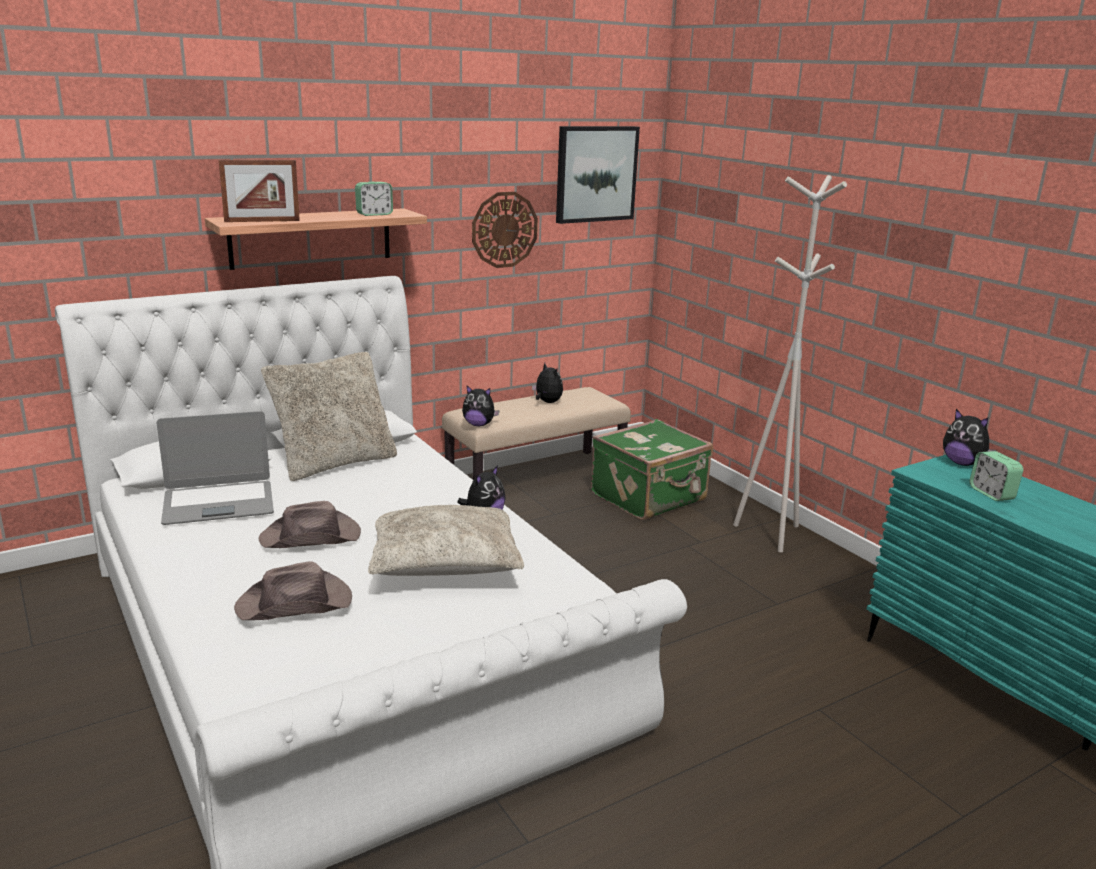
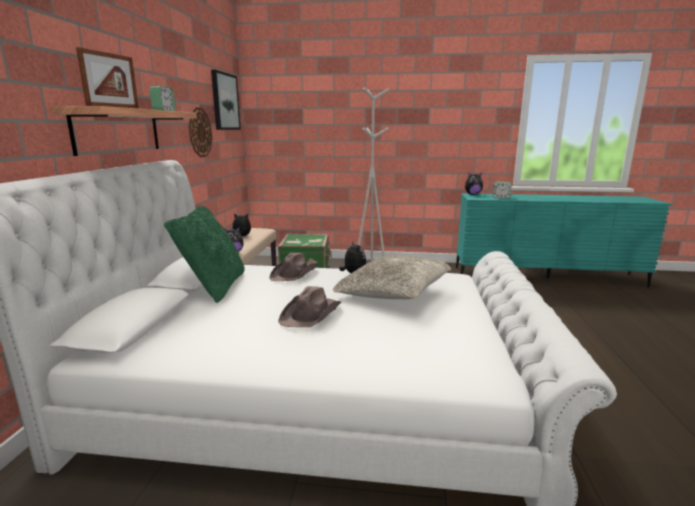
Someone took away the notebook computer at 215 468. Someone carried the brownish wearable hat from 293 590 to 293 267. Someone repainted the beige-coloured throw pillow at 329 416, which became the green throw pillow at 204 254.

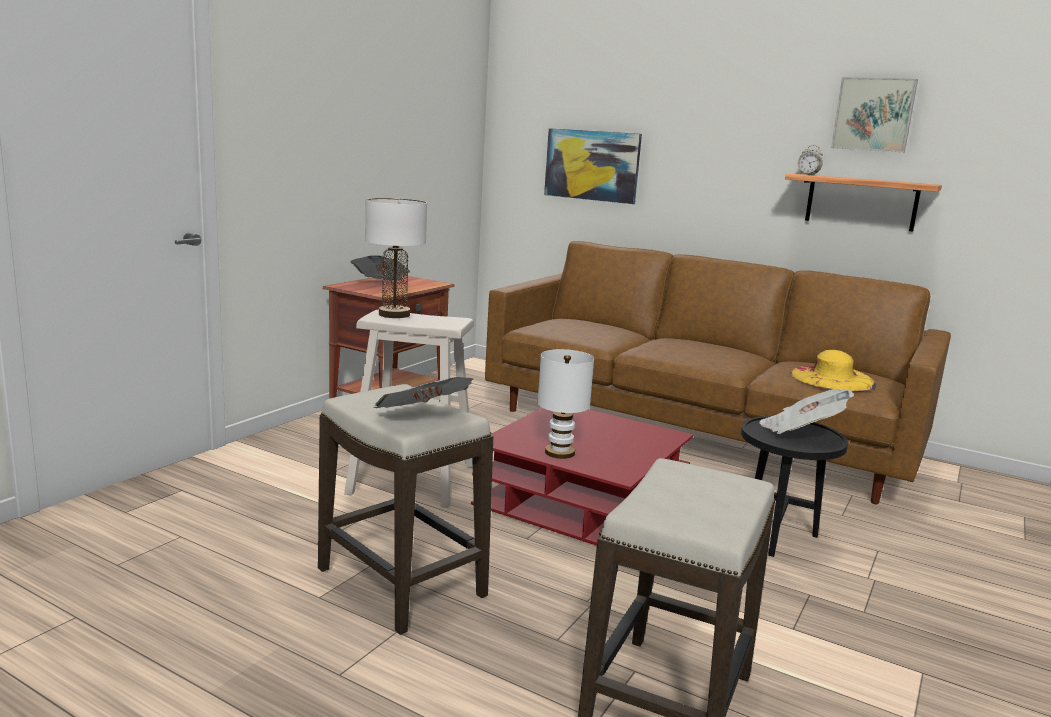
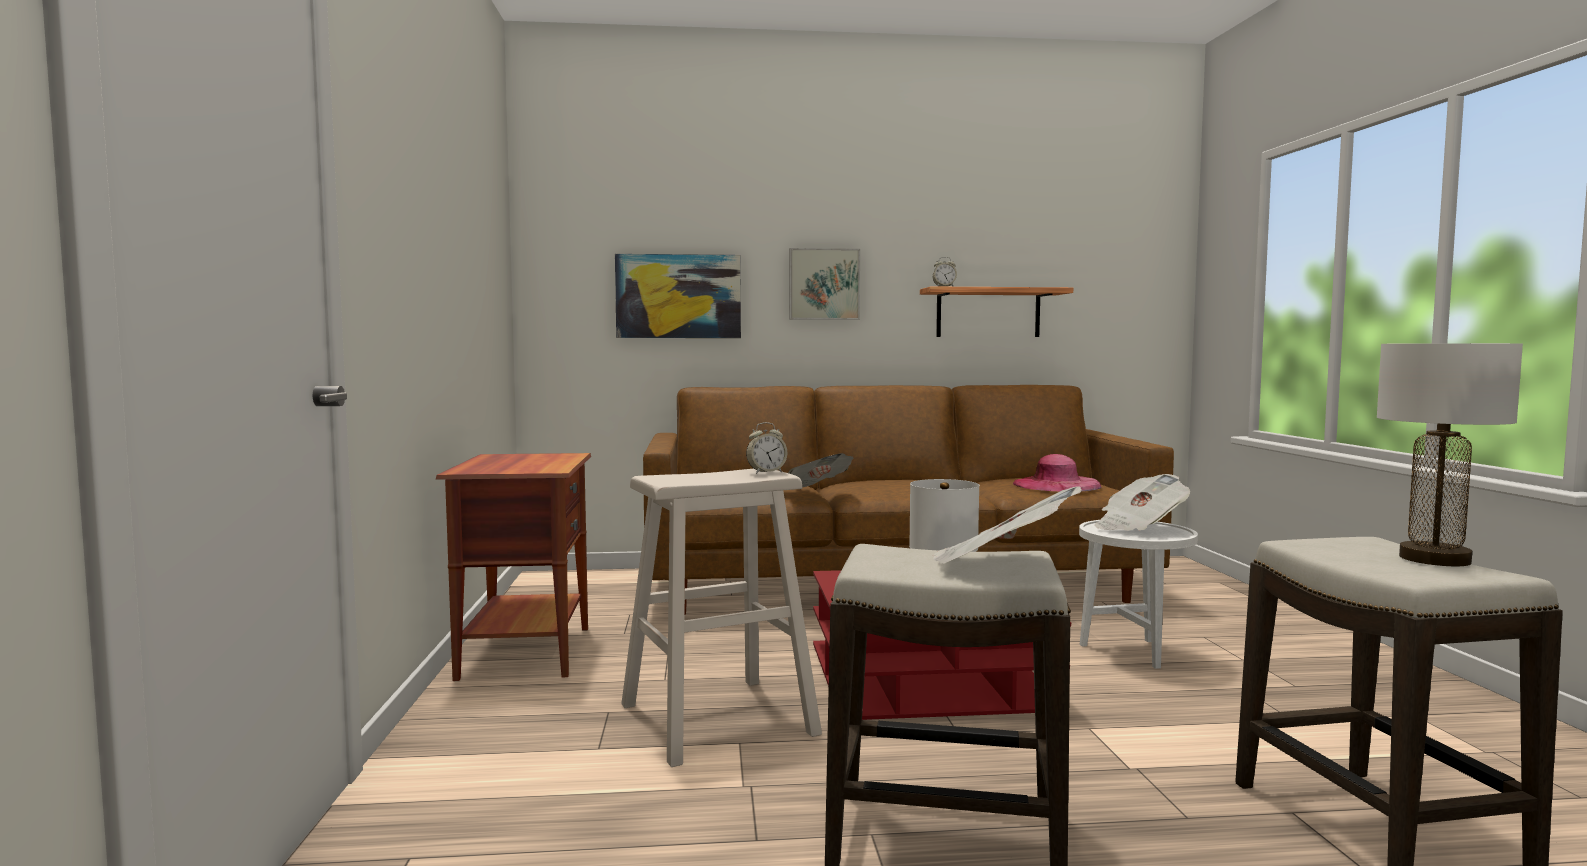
Someone carried the daily paper from 380 268 to 821 470. Someone carried the table lamp from 396 258 to 1450 454. Someone repainted the blackish side table at 794 486, which became the white side table at 1138 594. Someone repainted the yellow-coloured wearable hat at 833 370, which became the pinkish wearable hat at 1057 472. Someone carried the wall picture from 874 114 to 824 284. Someone put down the table clock at 766 448.

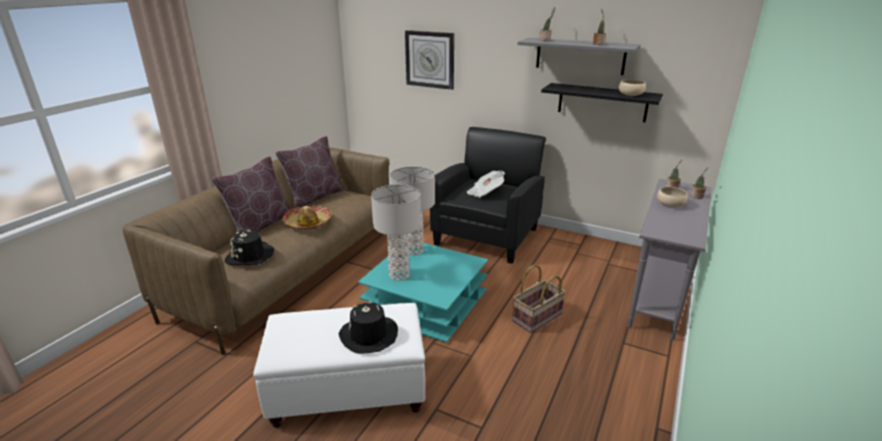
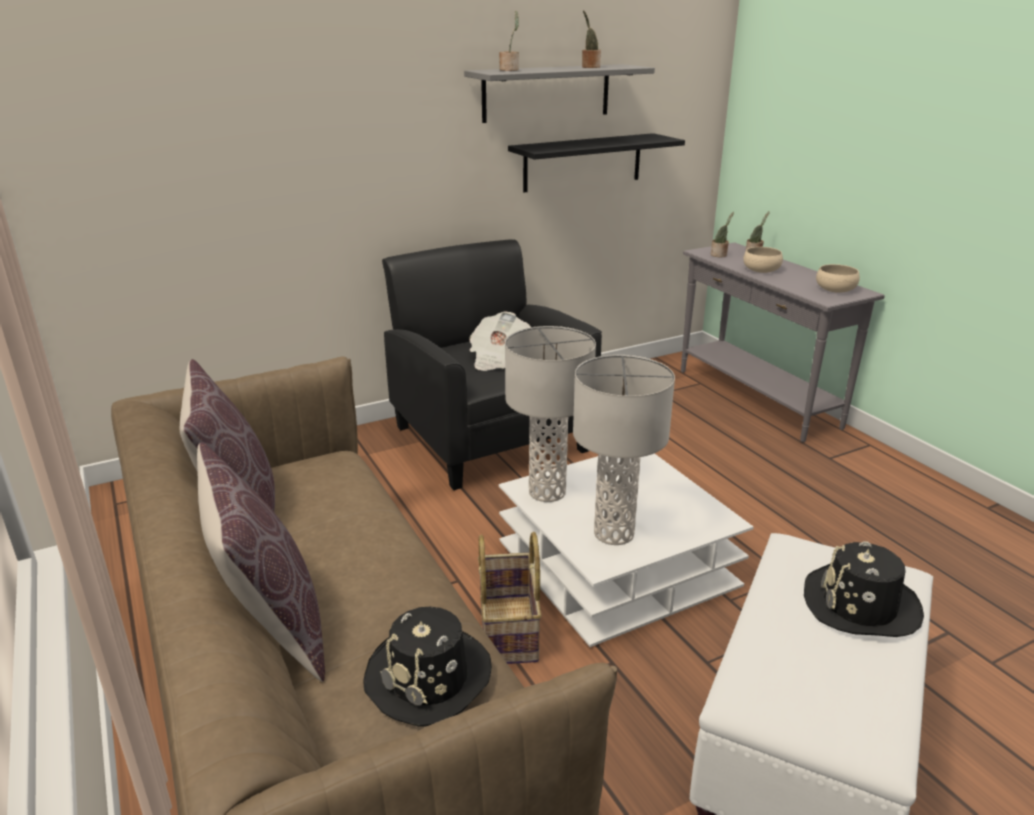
Someone took away the wearable hat at 306 218. Someone repainted the turquoise coffee table at 423 291, which became the white coffee table at 626 550. Someone took away the wall clock at 429 60. Someone carried the household basket from 539 299 to 510 598. Someone carried the beige-coloured bowl from 632 87 to 838 278.

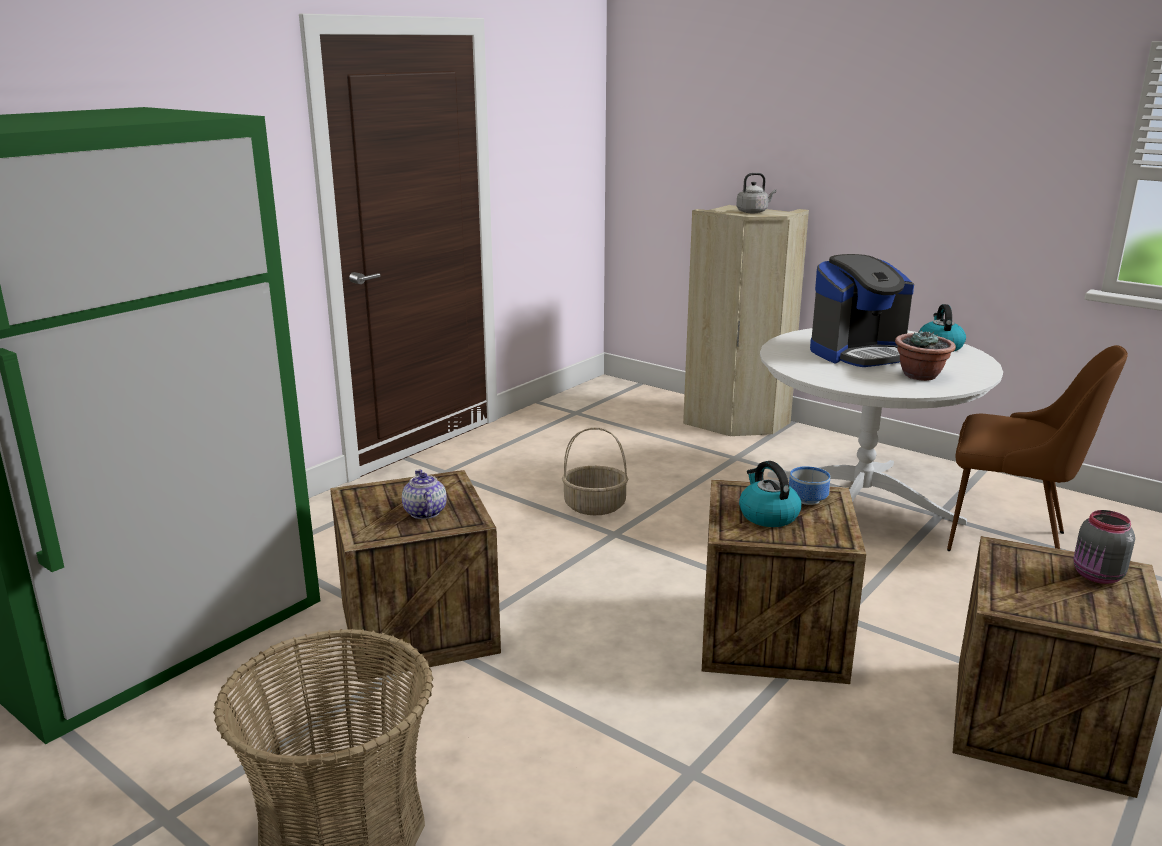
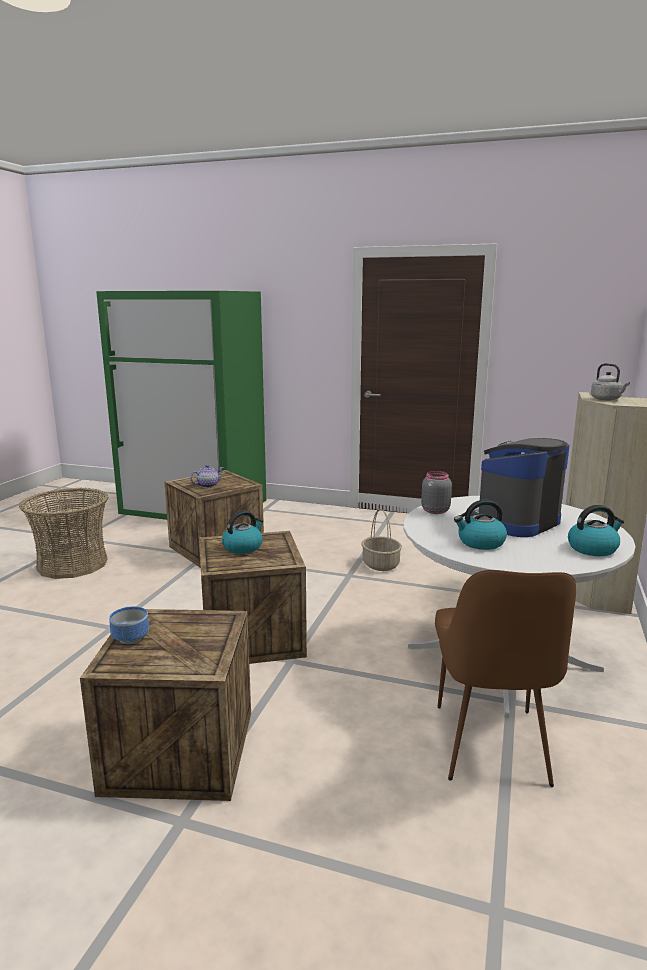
Someone carried the bowl from 809 485 to 129 625. Someone rotated the coffee machine at 862 310 by 90 degrees clockwise. Someone swapped the potted plant at 925 355 for the tea kettle at 480 525. Someone carried the gray storage jar from 1104 547 to 436 492.

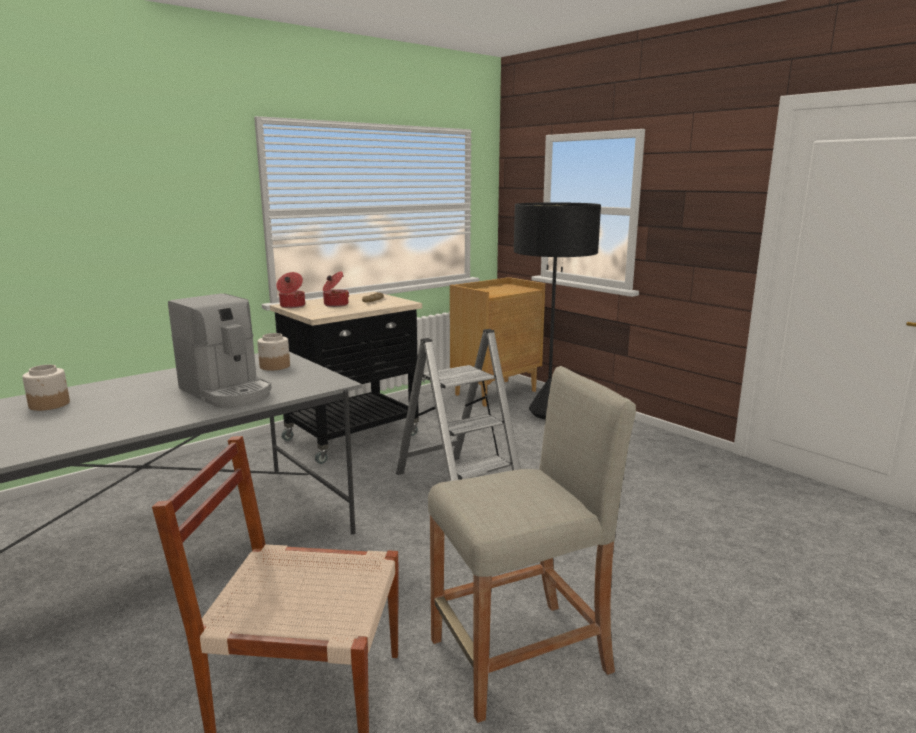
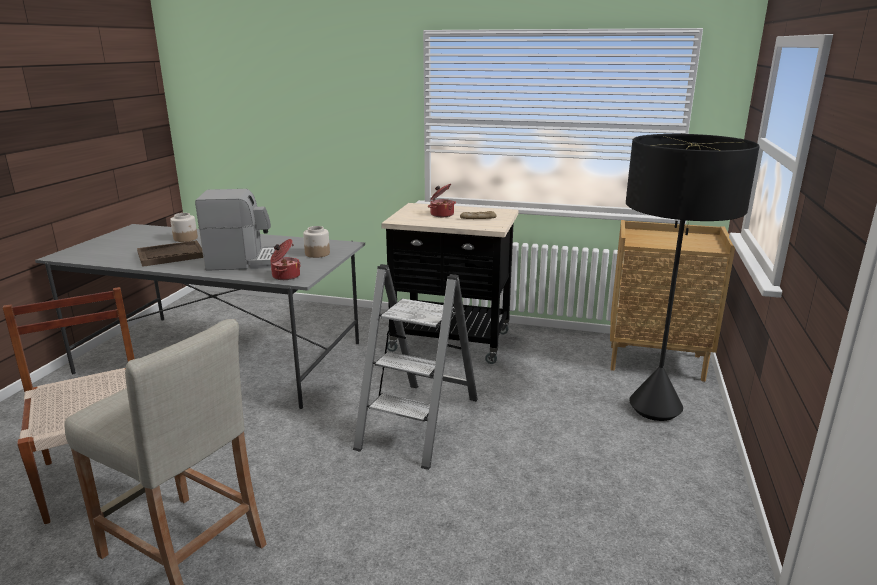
Someone rotated the coffee machine at 220 350 by 105 degrees counterclockwise. Someone carried the cooking pot from 290 290 to 285 259. Someone put down the brownish carrying tray at 170 253.

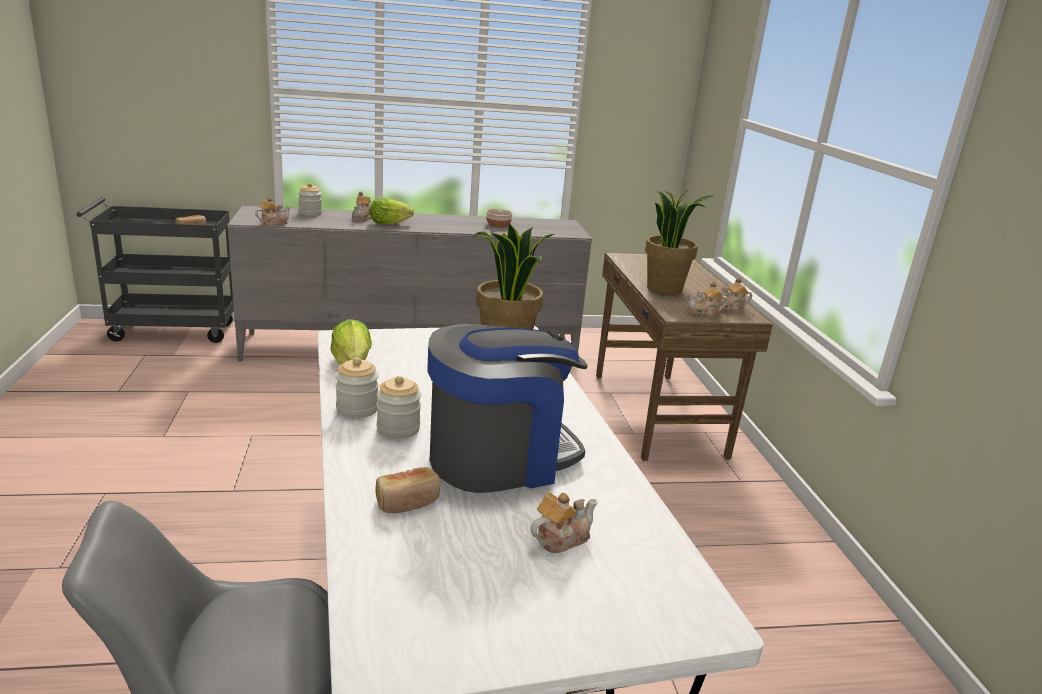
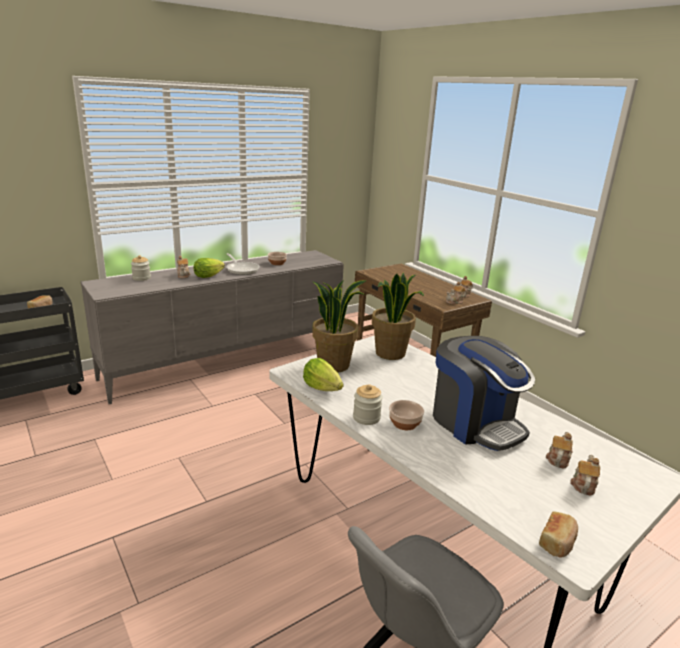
Someone carried the tea pot from 273 211 to 585 475. Someone carried the bread from 407 490 to 558 534. Someone swapped the storage jar at 399 407 for the bowl at 406 415. Someone rotated the coffee machine at 507 408 by 105 degrees clockwise. Someone carried the potted plant from 679 242 to 339 326. Someone put down the skillet at 243 264.

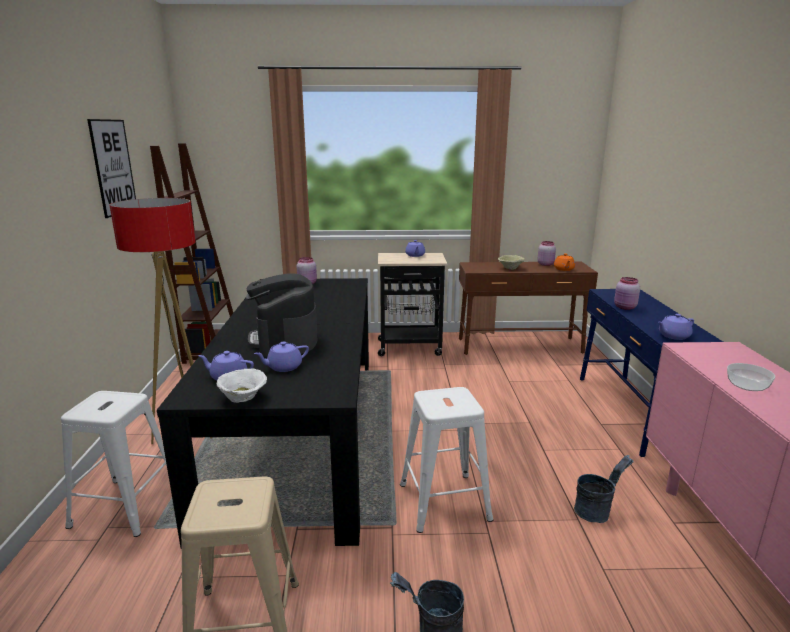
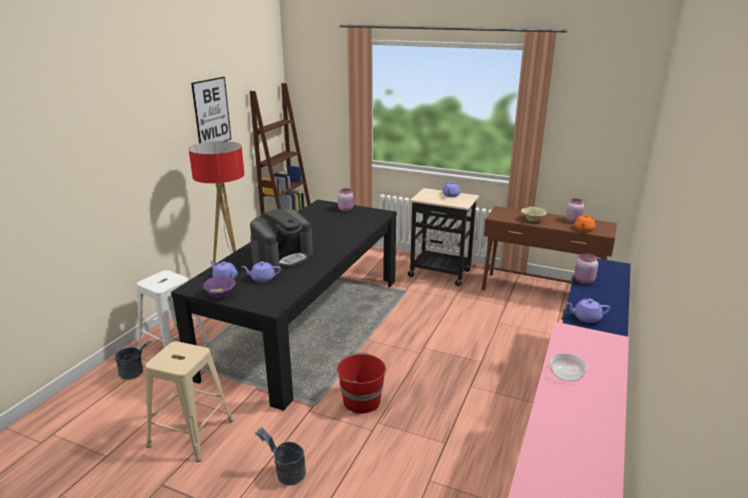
Someone repainted the white bowl at 241 386, which became the purplish bowl at 219 287. Someone rotated the coffee machine at 281 315 by 150 degrees counterclockwise. Someone swapped the white stool seat at 446 460 for the red pail at 360 383. Someone carried the gray pail from 604 489 to 133 360.

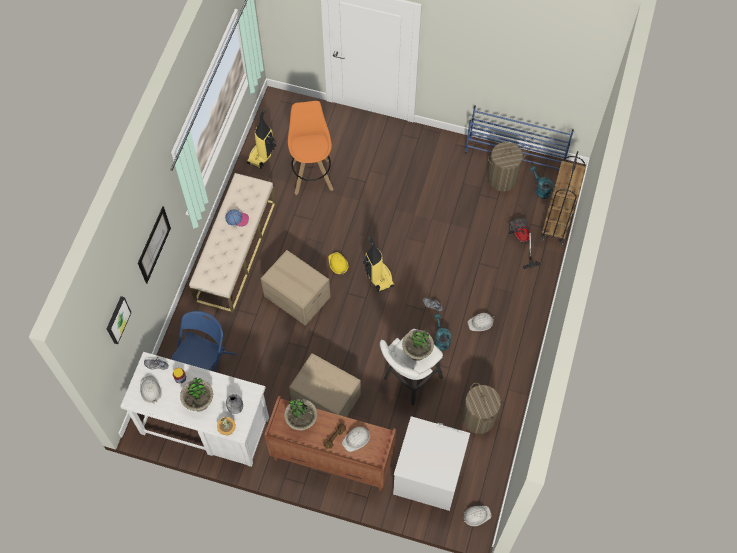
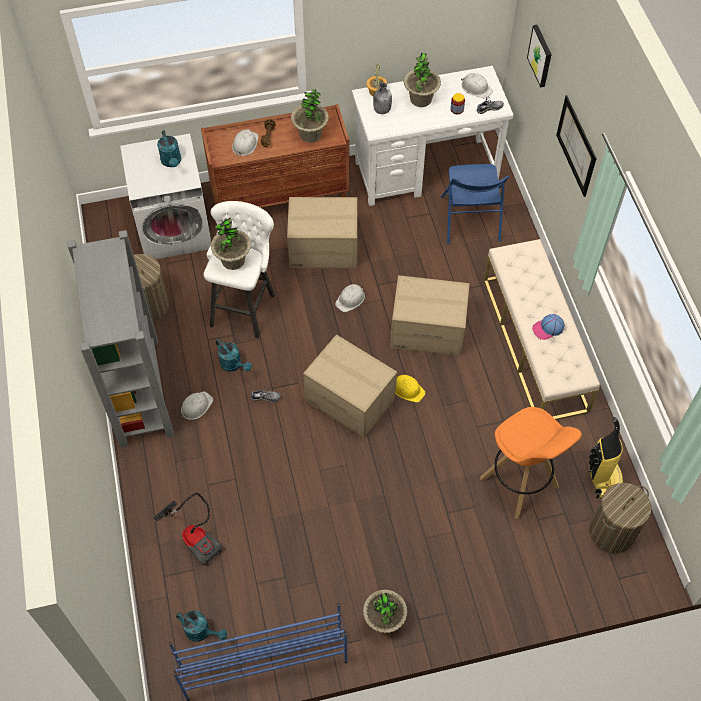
Someone swapped the vacuum at 378 264 for the packing box at 350 386. Someone carried the white safety helmet from 477 516 to 350 298. Someone carried the hamper from 506 167 to 620 518. Someone took away the brownish trolley at 563 199. Someone put down the gray shelving unit at 120 339. Someone put down the turquoise watering can at 169 148. Someone put down the potted plant at 385 611.

